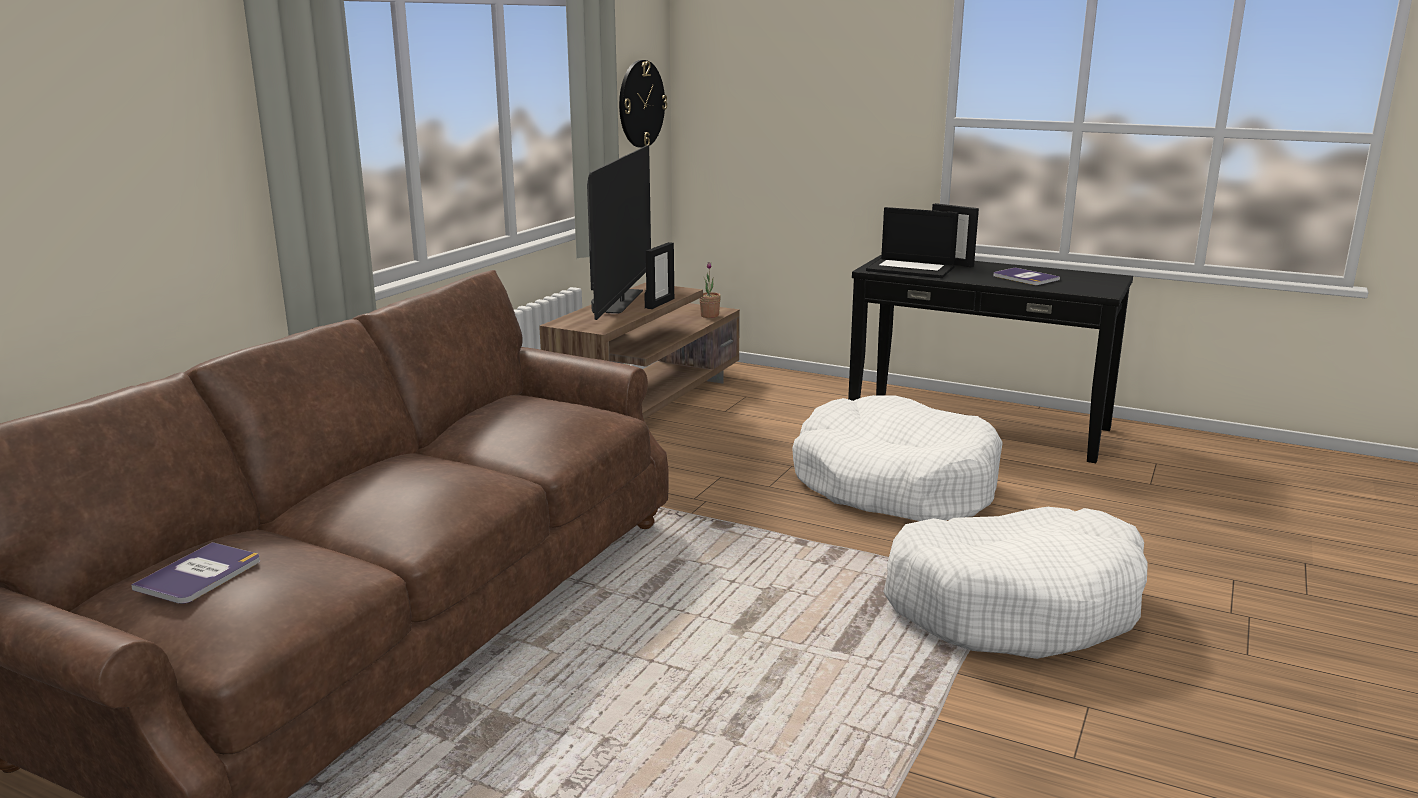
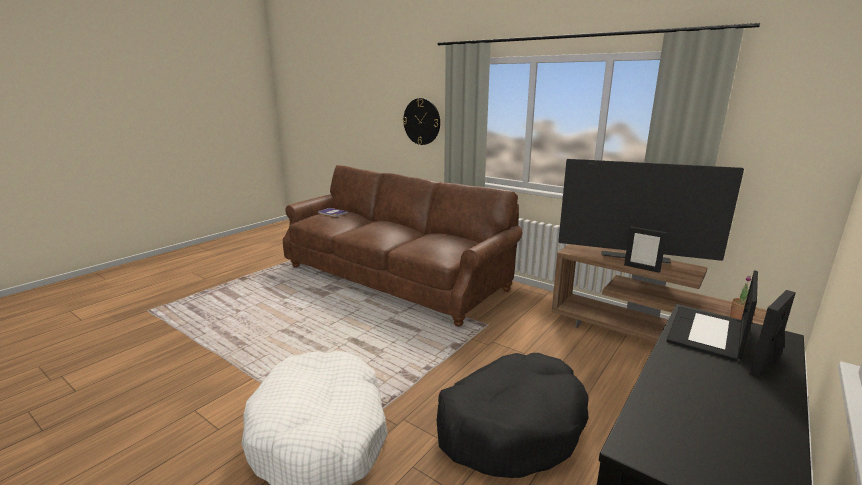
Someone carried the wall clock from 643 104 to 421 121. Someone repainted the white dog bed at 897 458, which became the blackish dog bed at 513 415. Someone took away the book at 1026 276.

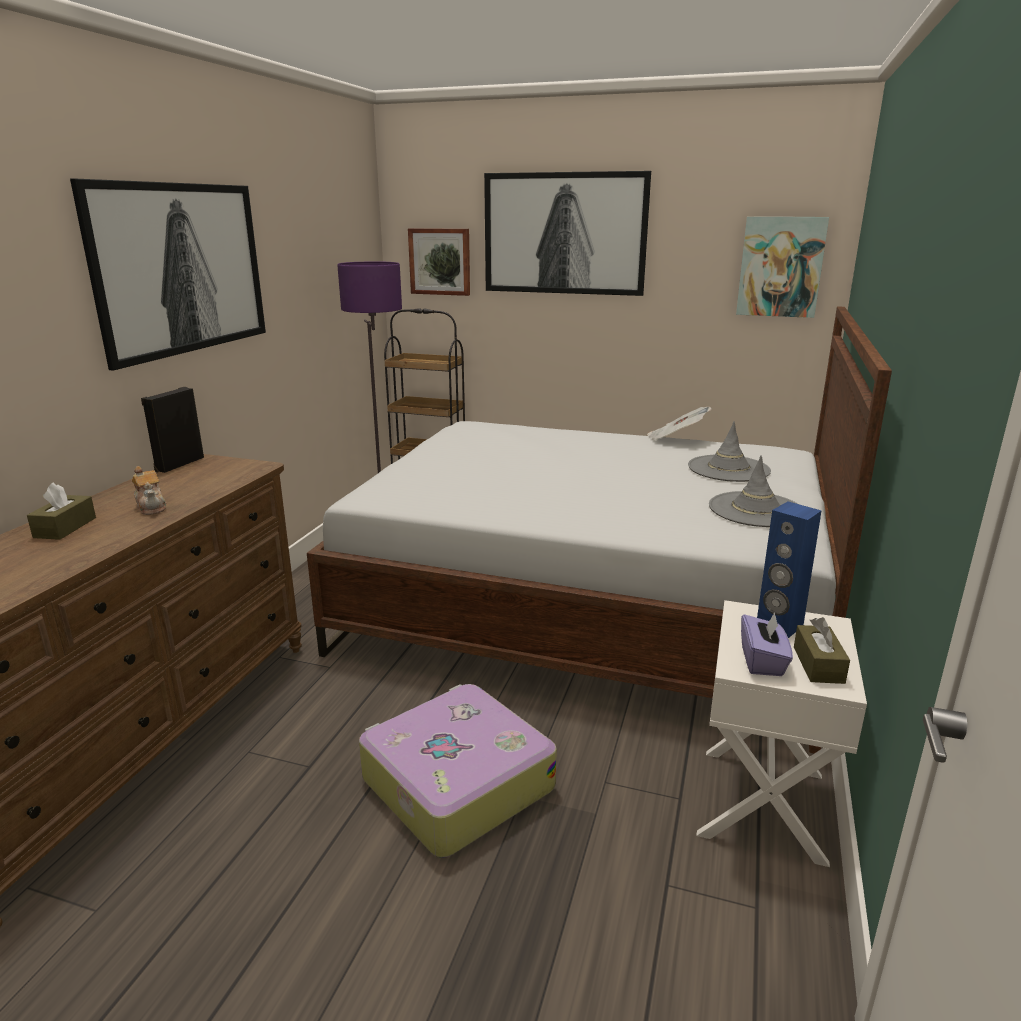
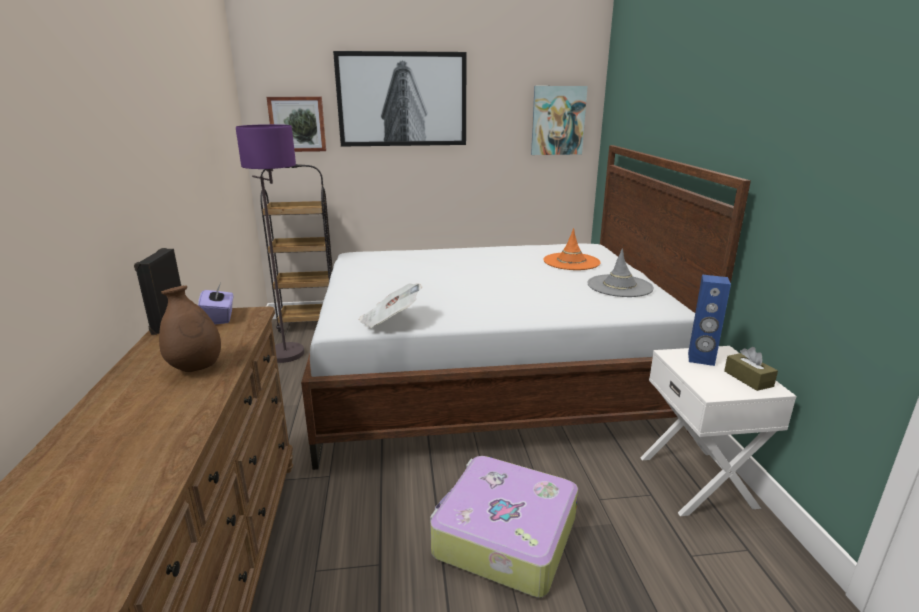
Someone took away the brownish box of tissues at 61 511. Someone took away the wall picture at 168 275. Someone swapped the tea pot at 149 490 for the brownish vase at 190 328. Someone carried the daily paper from 679 423 to 390 305. Someone repainted the gray wearable hat at 729 451, which became the orangey wearable hat at 572 249. Someone carried the purplish box of tissues from 767 644 to 215 304.

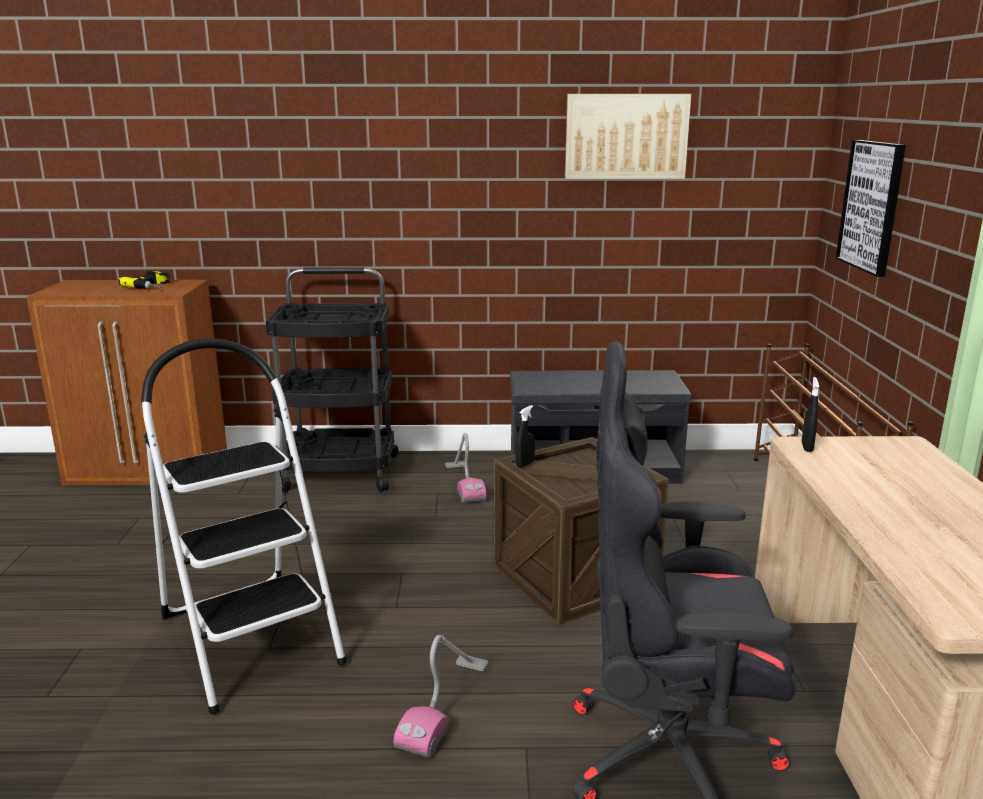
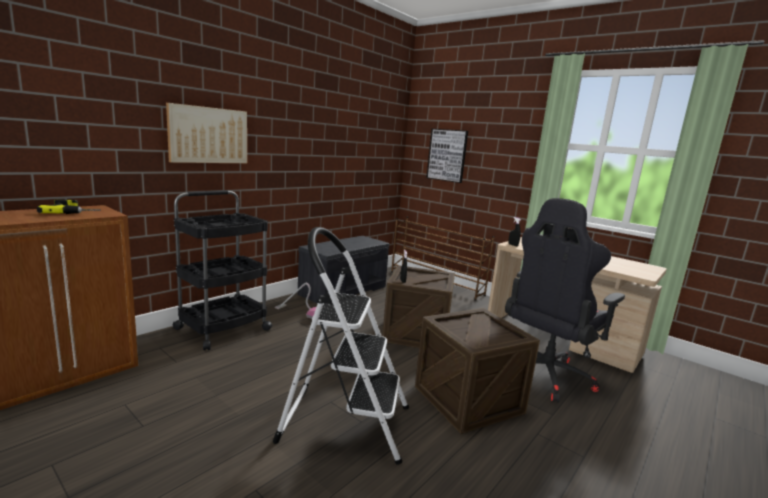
Someone swapped the vacuum at 440 696 for the packing crate at 477 371. Someone carried the wall picture from 628 136 to 206 133.

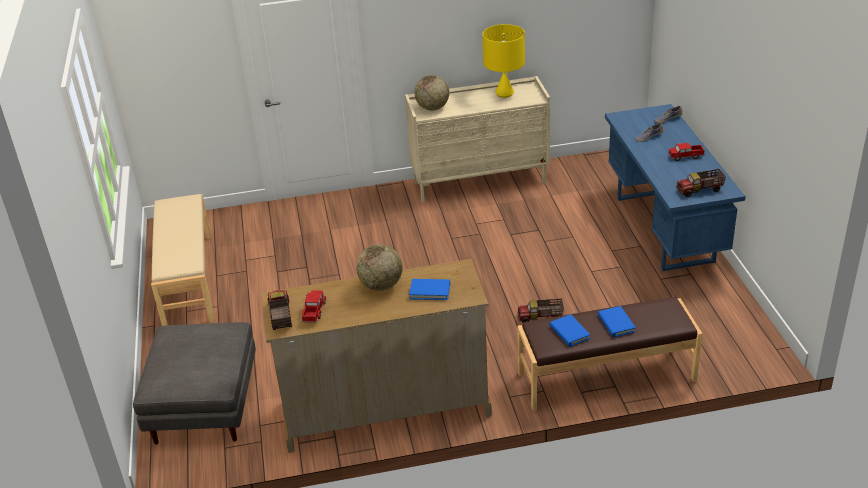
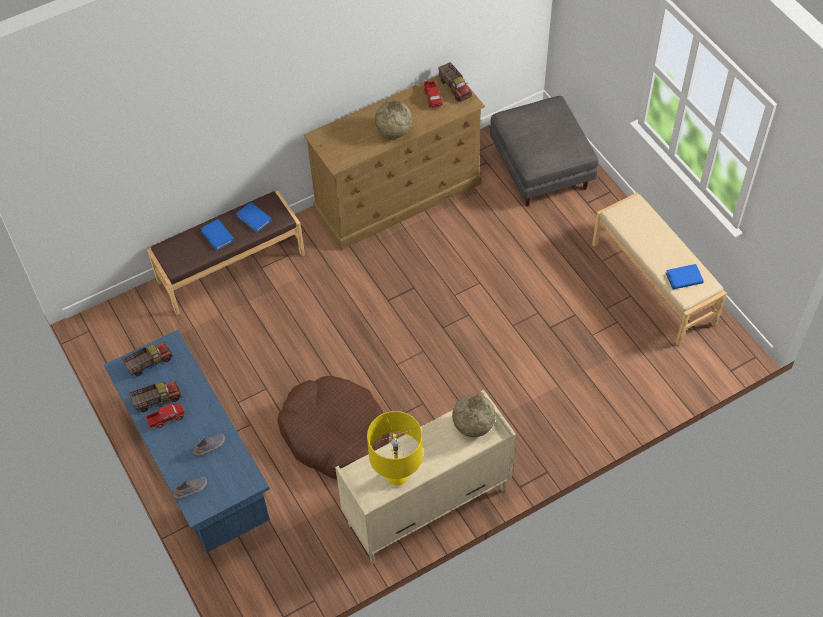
Someone carried the bluish book from 429 289 to 685 276. Someone carried the model truck from 540 310 to 155 396. Someone put down the brownish dog bed at 333 427.

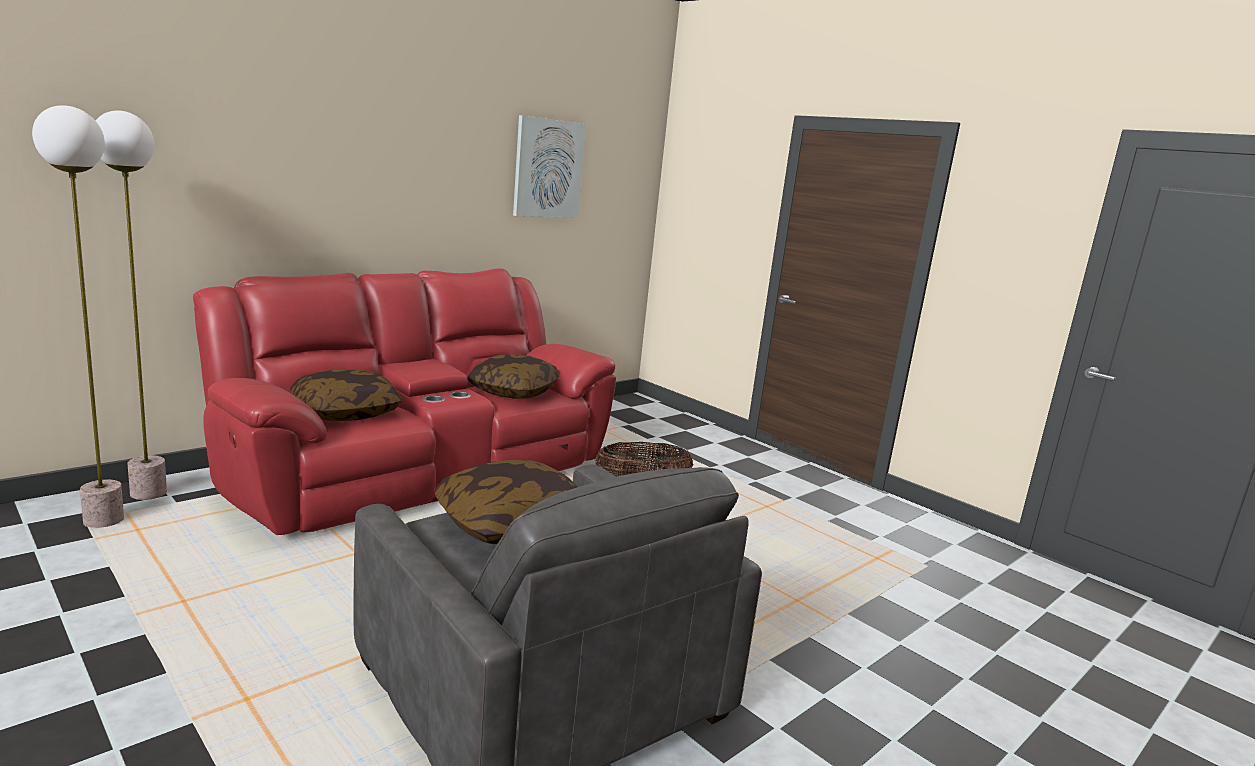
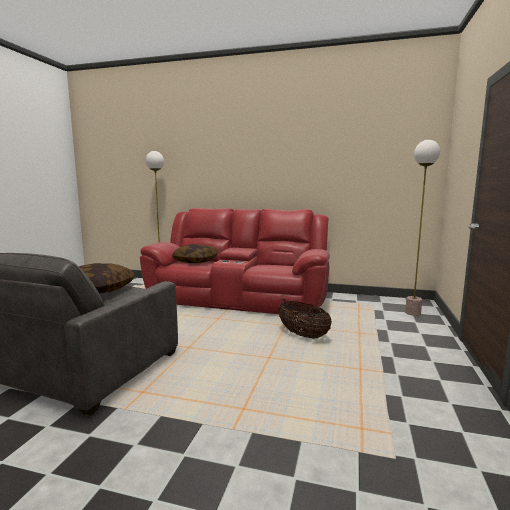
Someone carried the standing lamp from 78 316 to 422 228. Someone took away the throw pillow at 513 376. Someone took away the wall picture at 549 166.

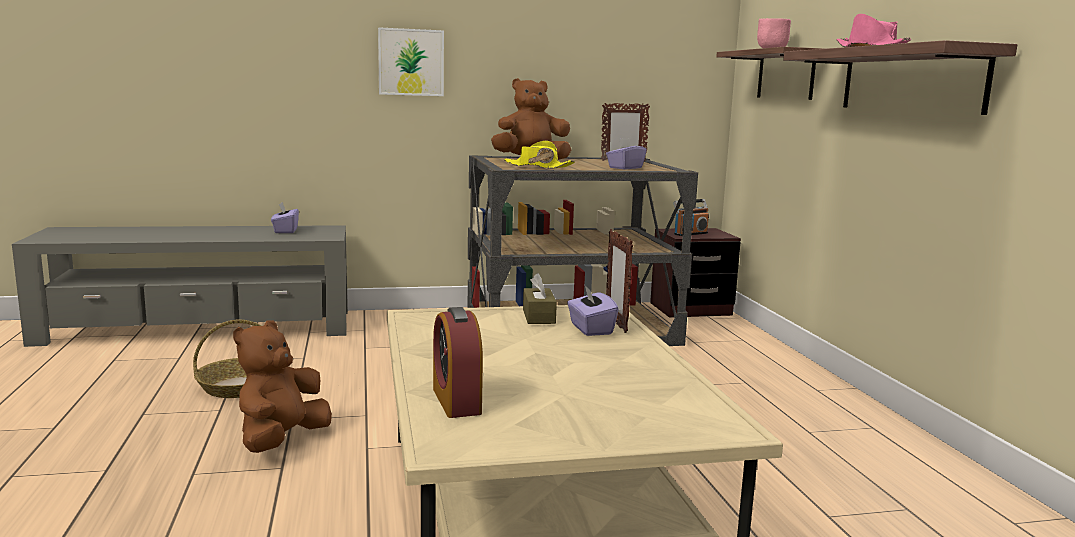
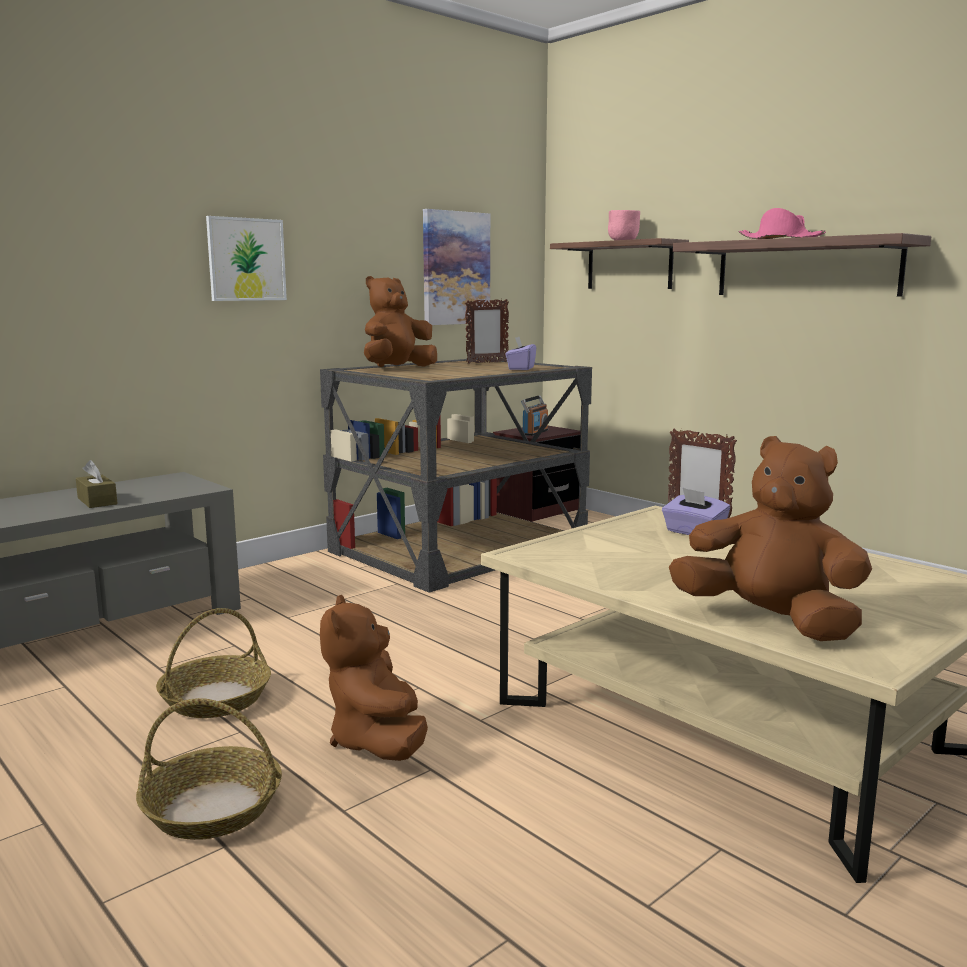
Someone took away the purplish box of tissues at 285 217. Someone swapped the table clock at 458 362 for the brownish cuddly toy at 770 538. Someone took away the yellow-coloured wearable hat at 539 155. Someone carried the brownish box of tissues from 540 298 to 97 484. Someone put down the household basket at 209 769. Someone put up the wall picture at 456 267.

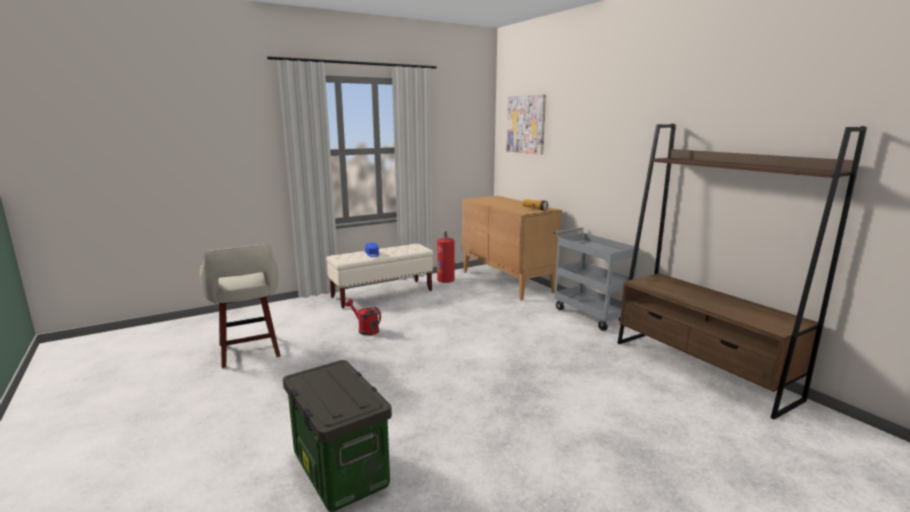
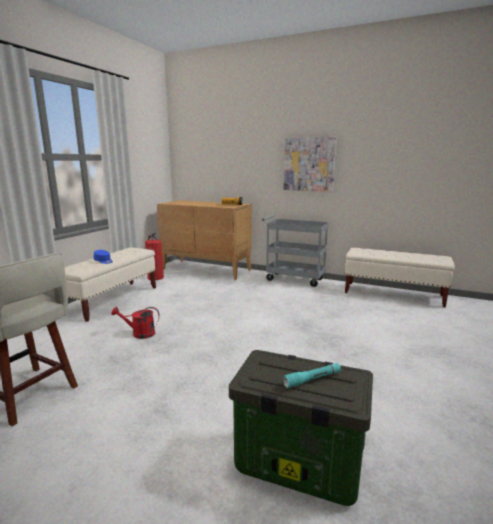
Someone carried the wall picture from 526 124 to 310 164. Someone swapped the brownish shelving unit at 742 271 for the beige-coloured bench at 399 278. Someone put down the turquoise flashlight at 312 375.

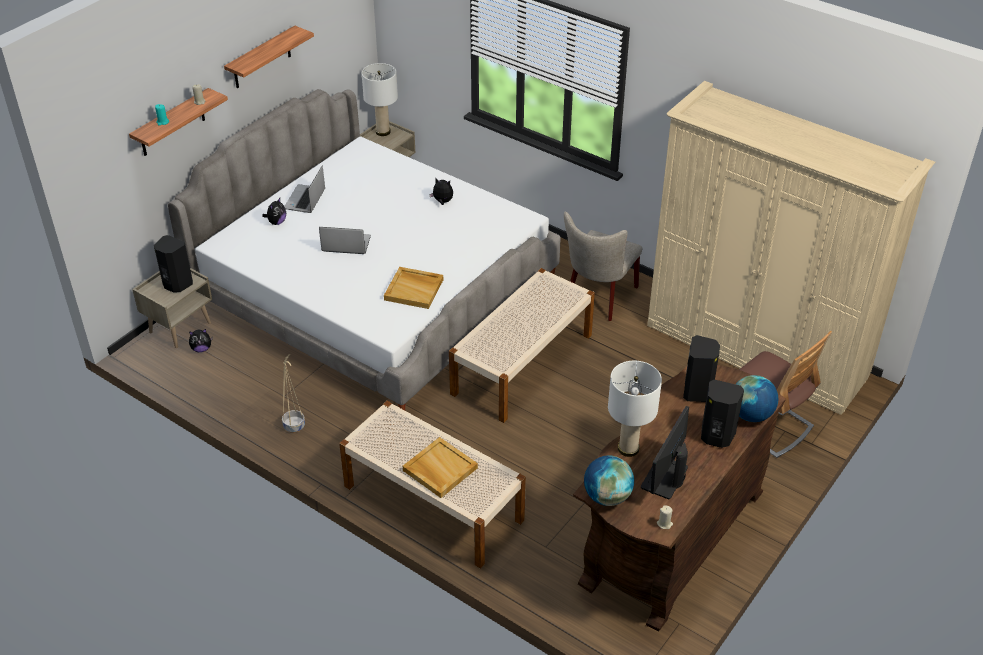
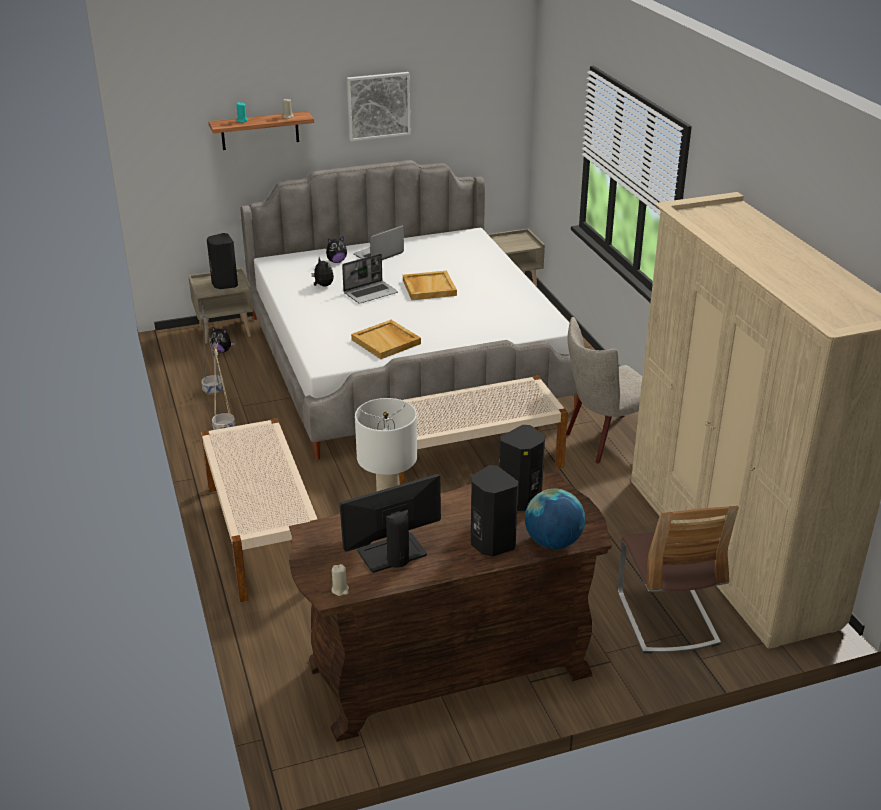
Someone swapped the shelf at 269 57 for the wall picture at 378 106. Someone rotated the notebook computer at 345 240 by 105 degrees clockwise. Someone took away the white table lamp at 380 99. Someone carried the beige-coloured carrying tray from 440 467 to 430 285. Someone carried the cuddly toy from 441 191 to 322 272. Someone took away the world globe at 609 481. Someone put down the gray plant pot at 211 347.

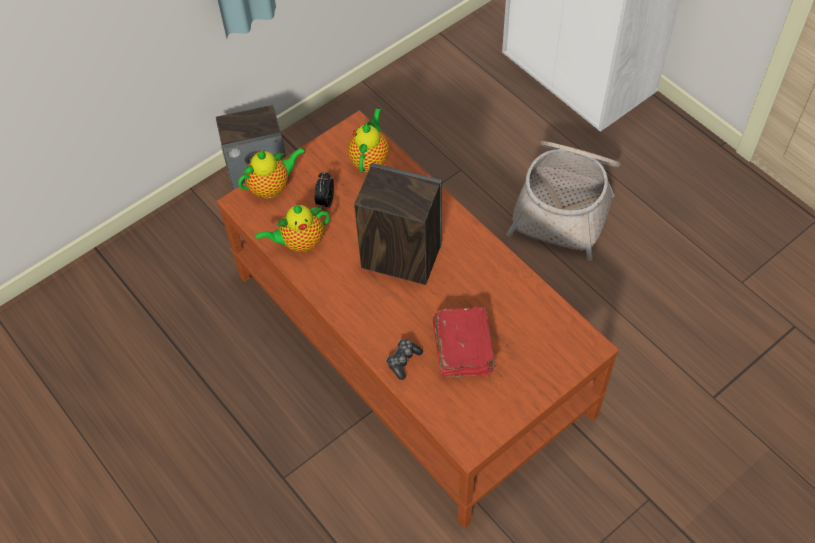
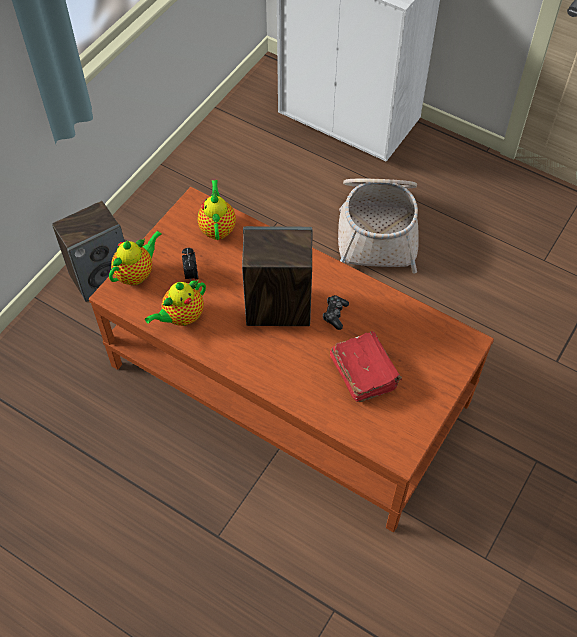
Someone carried the joypad from 404 359 to 336 312.

